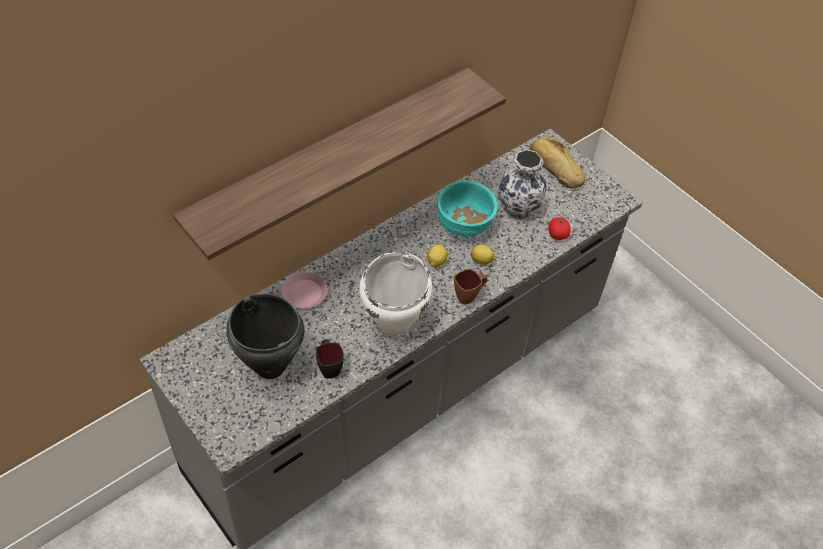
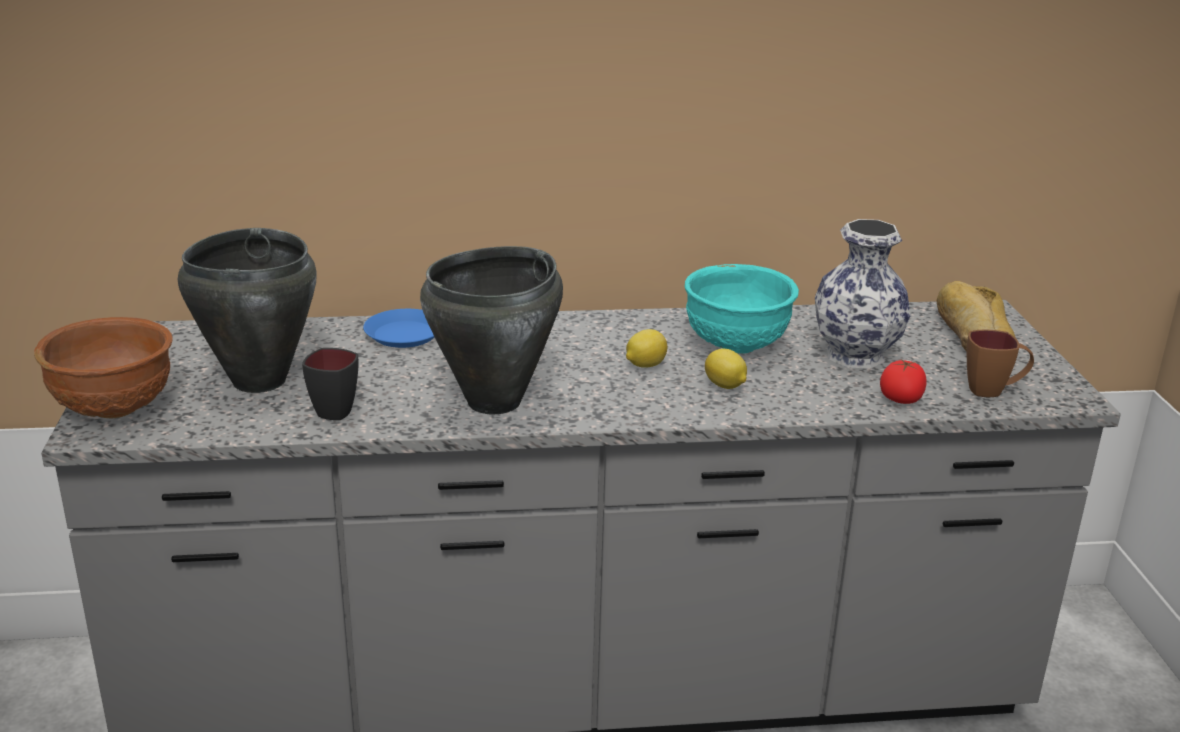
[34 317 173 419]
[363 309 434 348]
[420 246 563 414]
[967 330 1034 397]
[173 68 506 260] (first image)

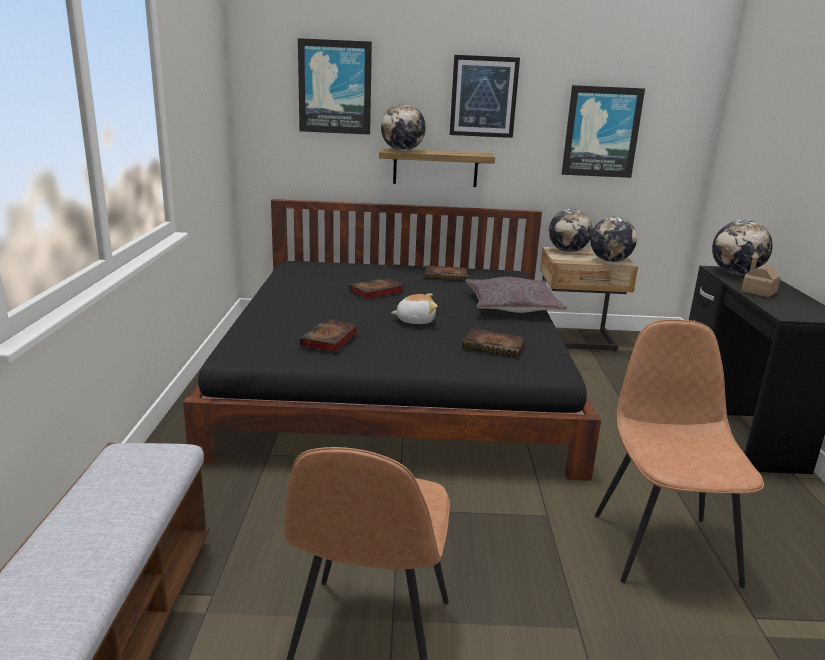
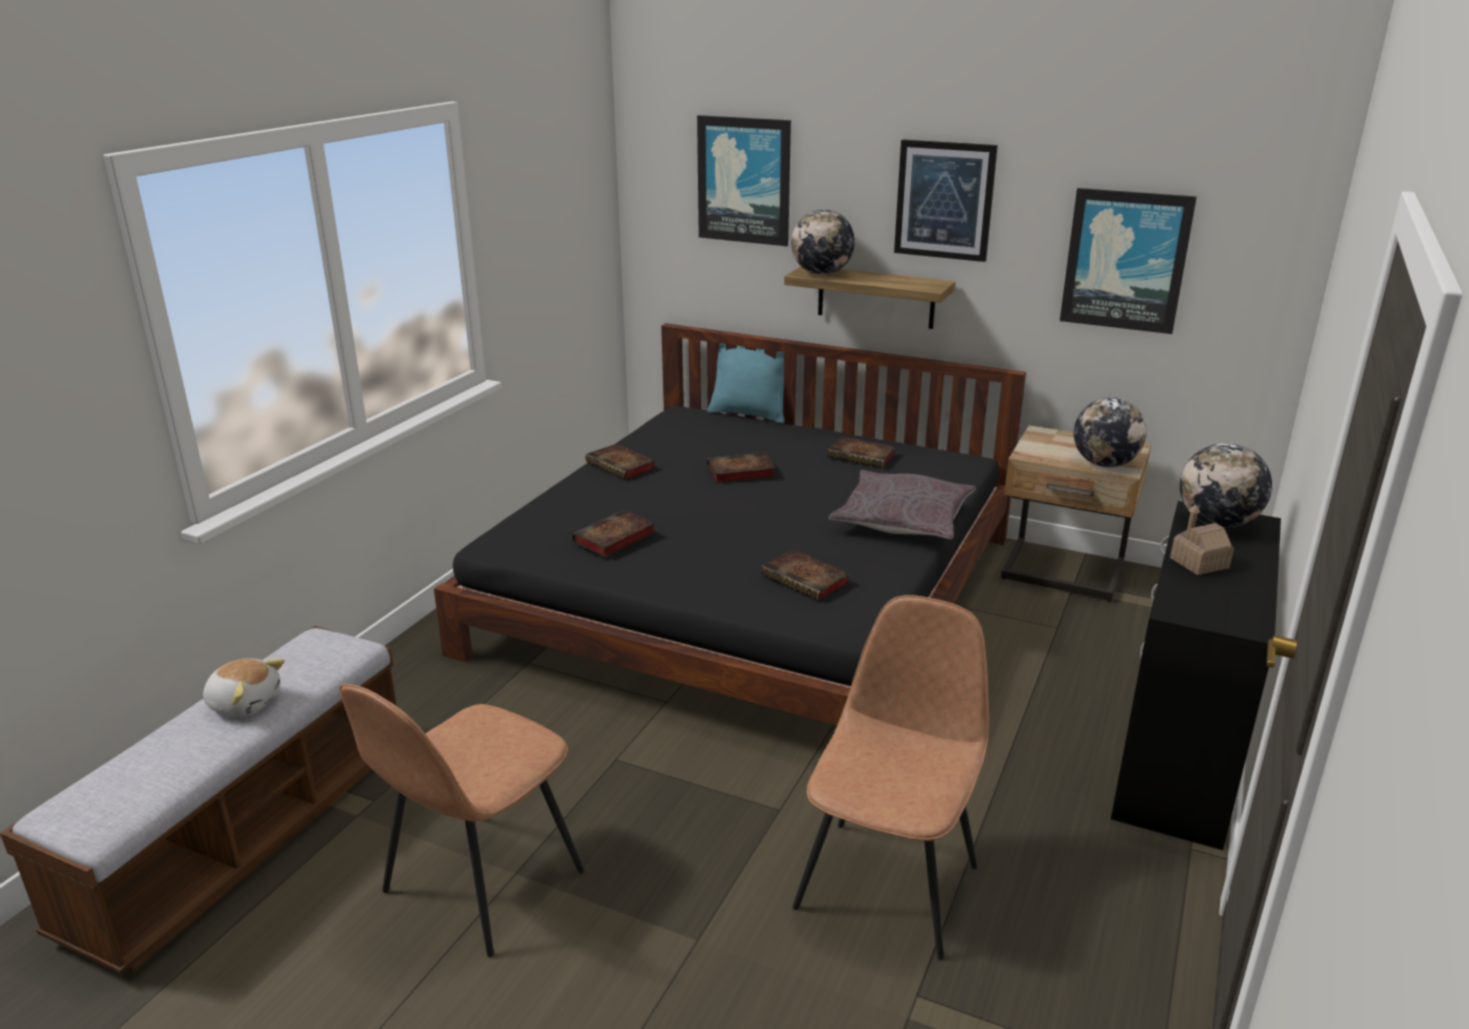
[203 658 285 717]
[586 444 656 480]
[708 343 785 424]
[549 209 593 252] (first image)

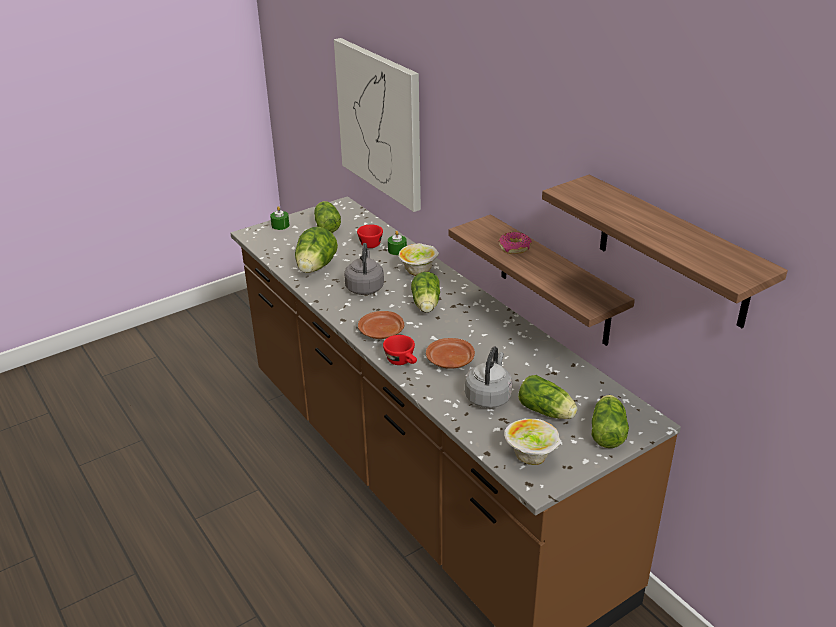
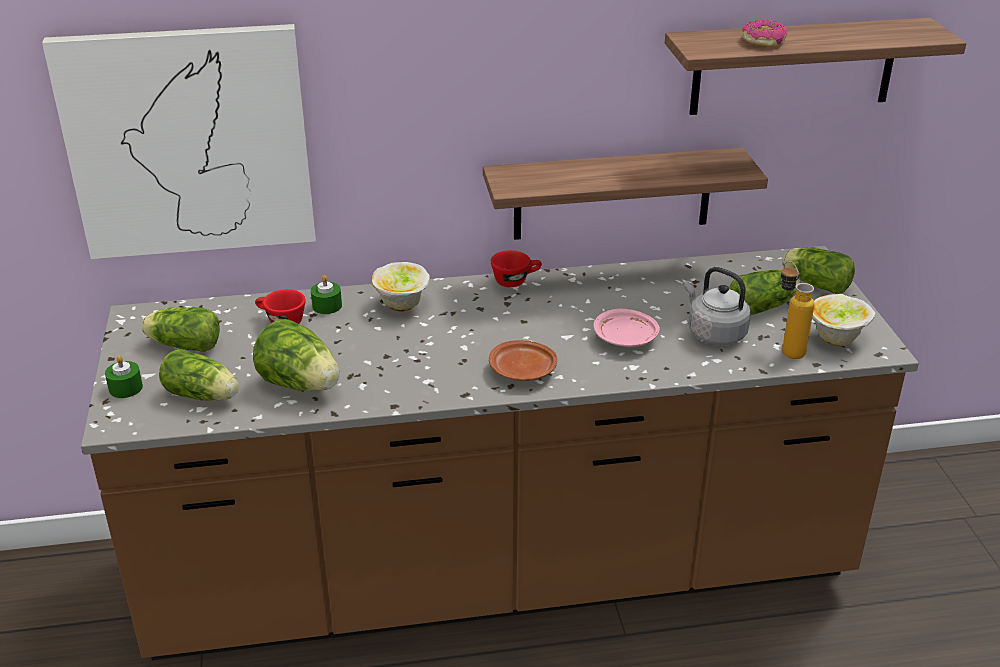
[159 349 239 401]
[491 250 542 287]
[593 309 660 347]
[742 20 787 48]
[781 261 815 359]
[344 243 384 295] (first image)

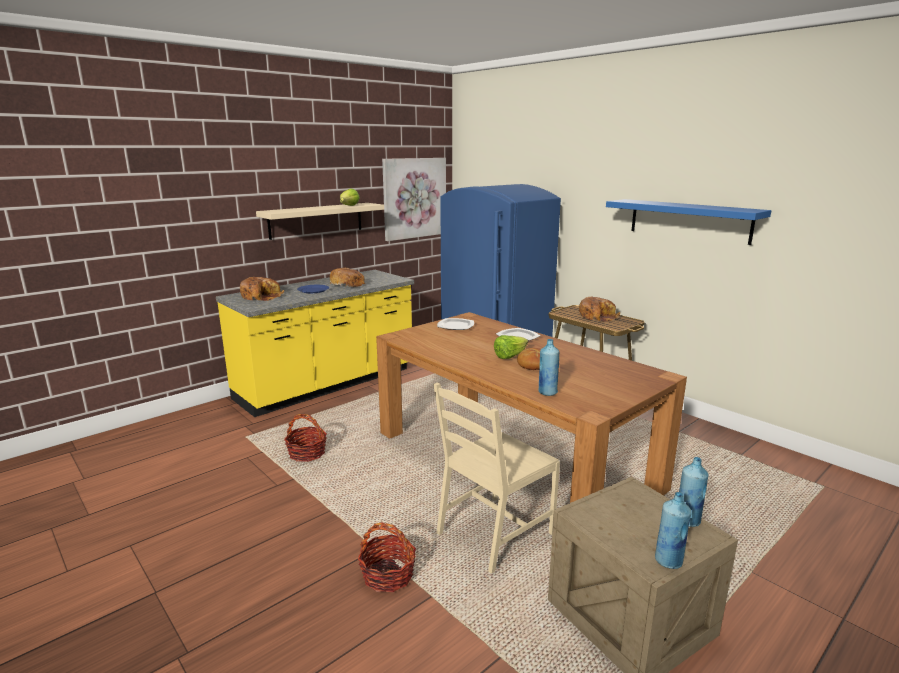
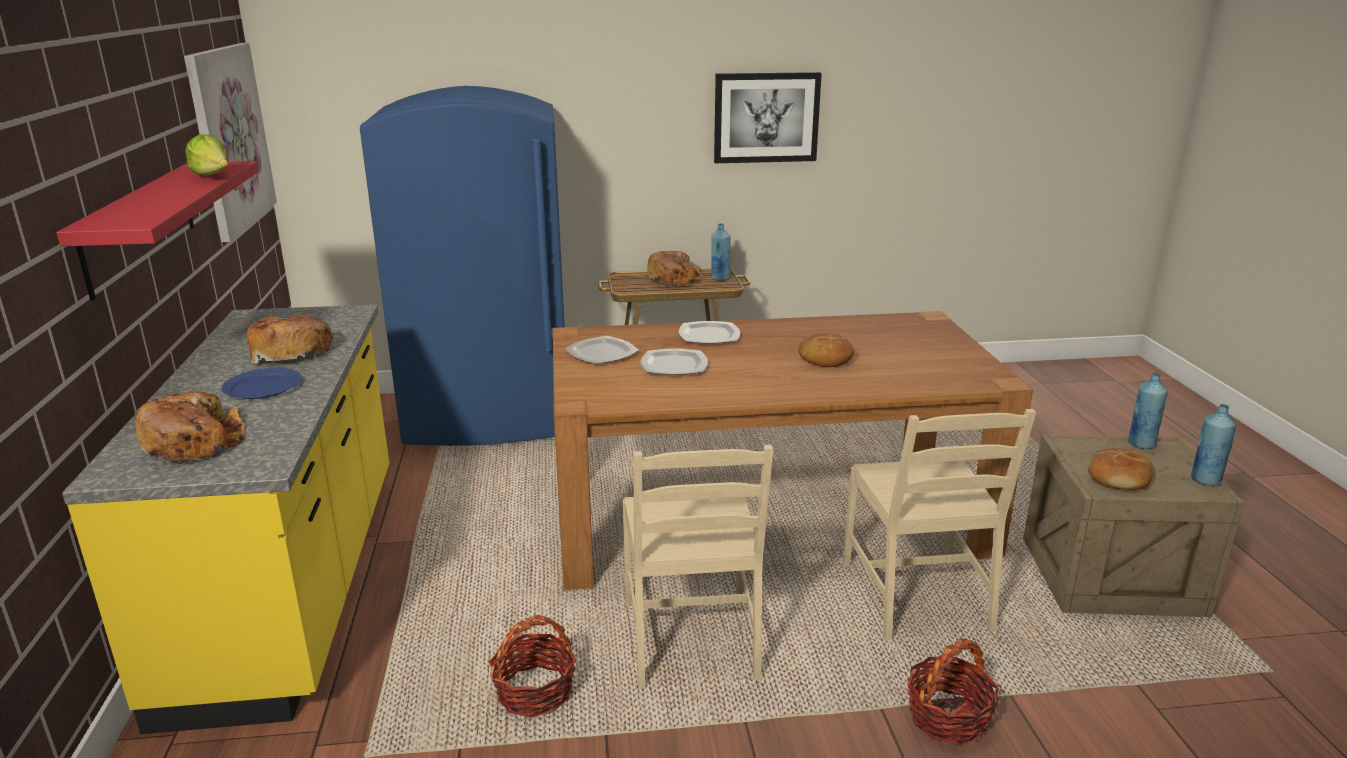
[56 161 258 301]
[623 445 773 689]
[641 348 708 375]
[711 223 730 281]
[714 72 822 163]
[1088 448 1154 490]
[494 335 528 359] (first image)

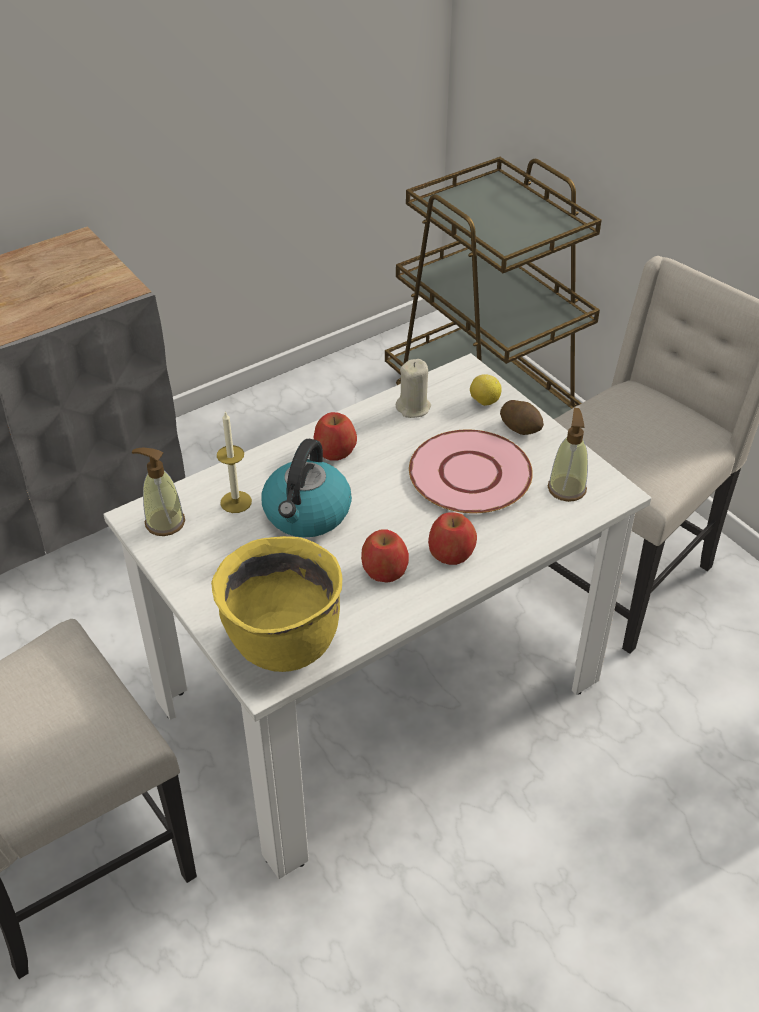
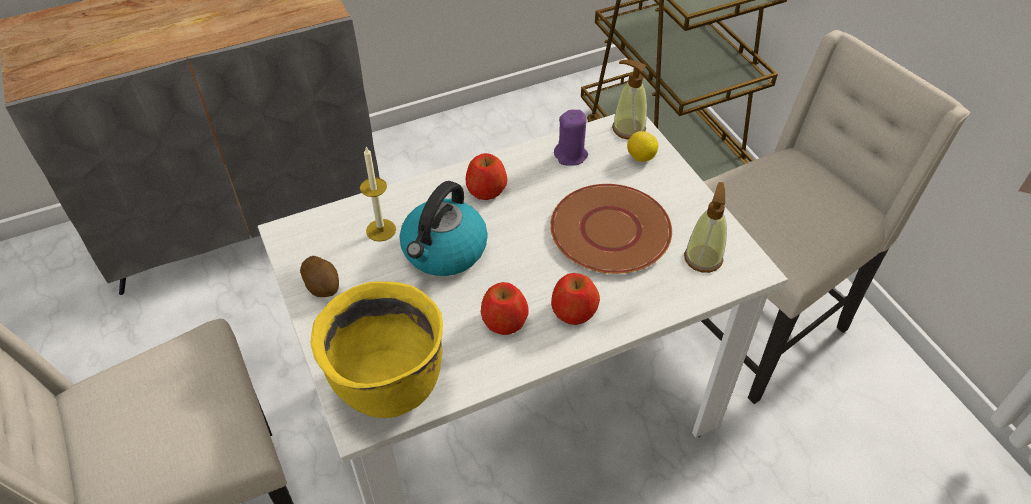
[300 256 339 297]
[550 184 672 274]
[554 109 588 166]
[612 60 647 140]

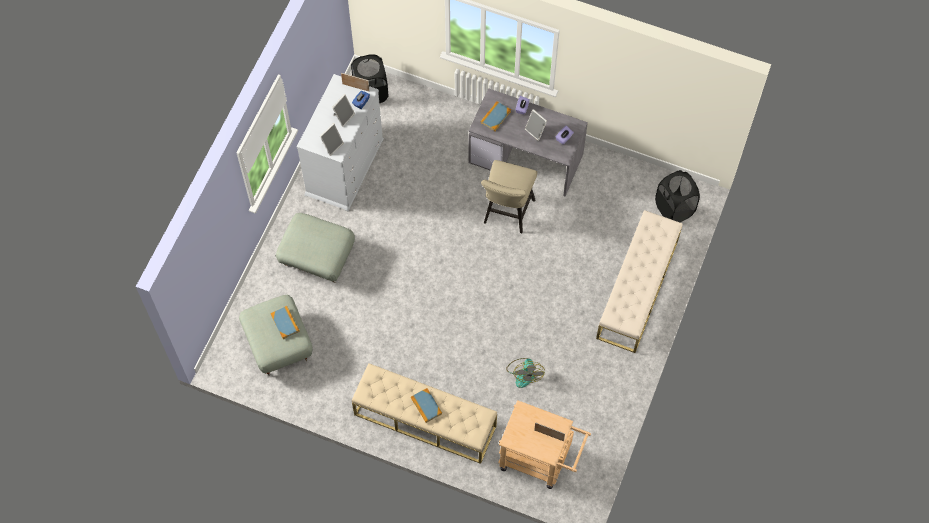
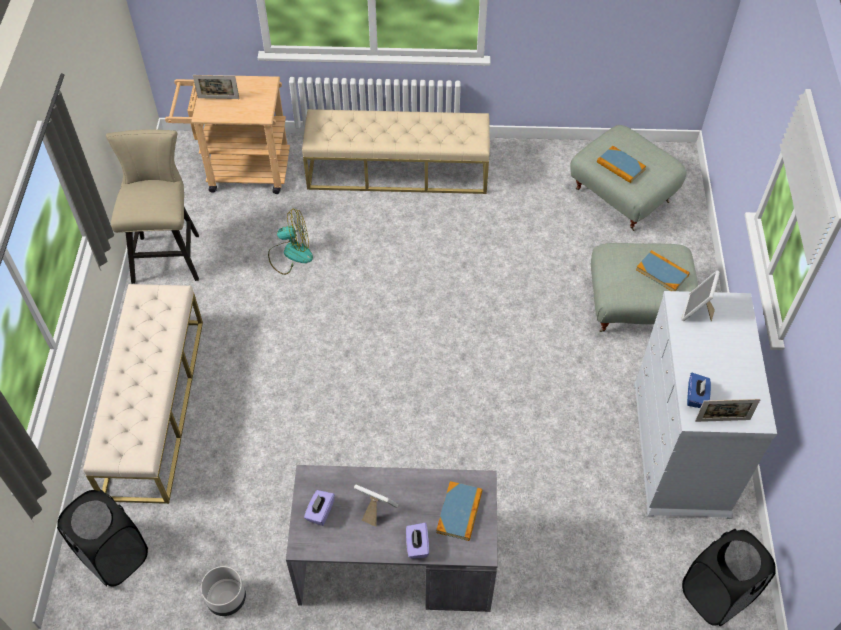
[106 129 199 284]
[201 566 246 616]
[268 209 313 275]
[636 250 690 291]
[332 94 355 127] (first image)

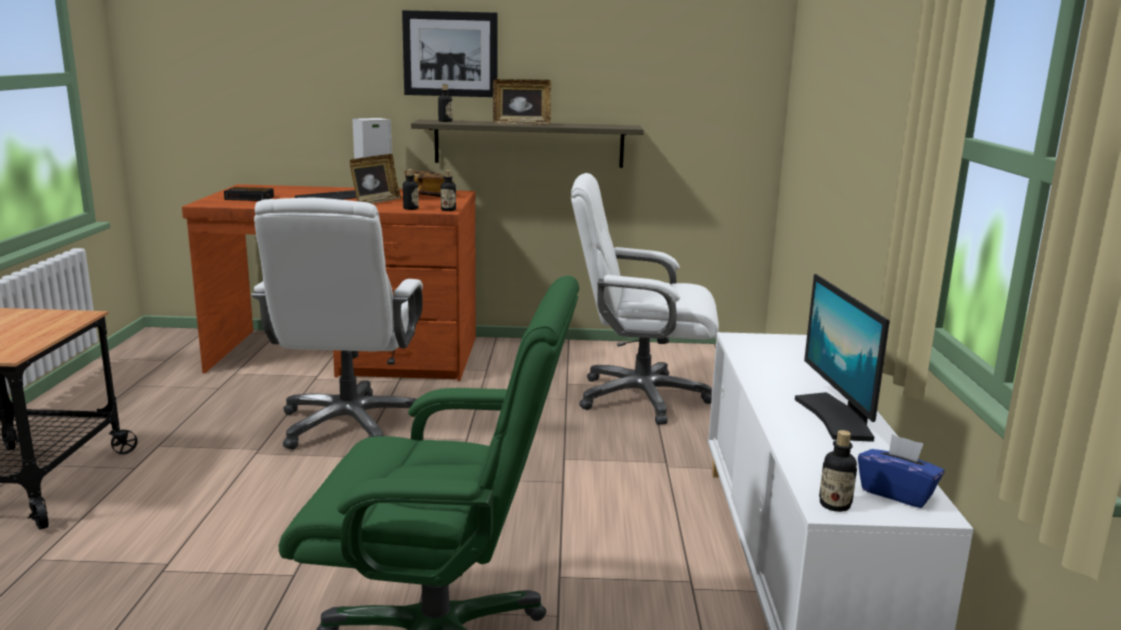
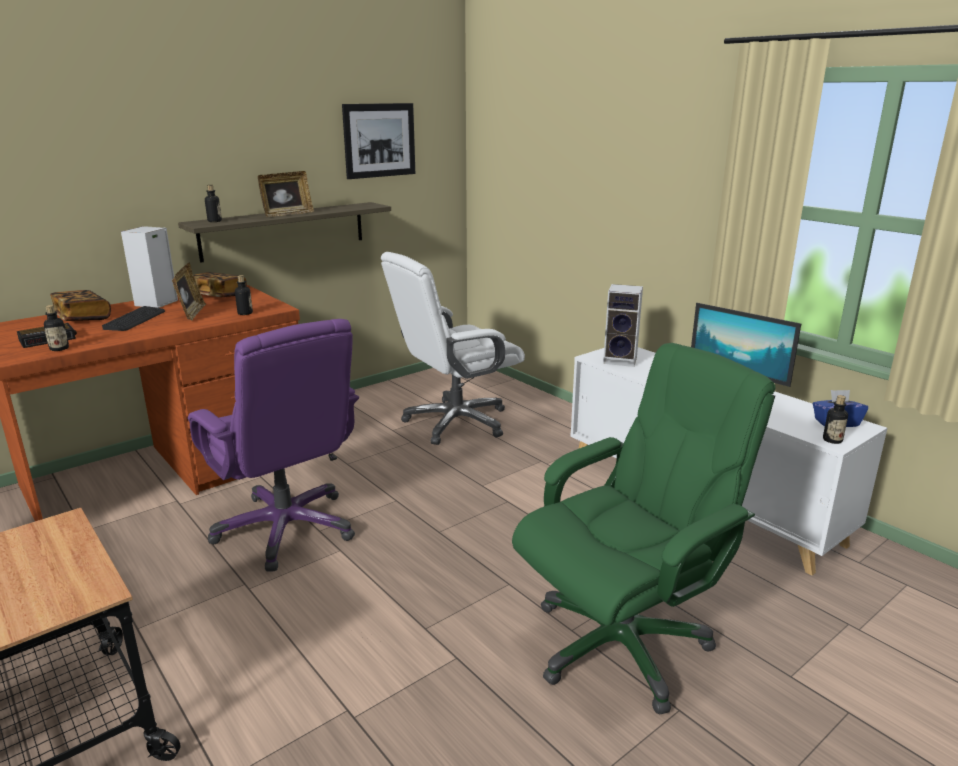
[44 305 69 351]
[50 290 111 321]
[188 319 359 572]
[342 103 415 179]
[603 284 643 367]

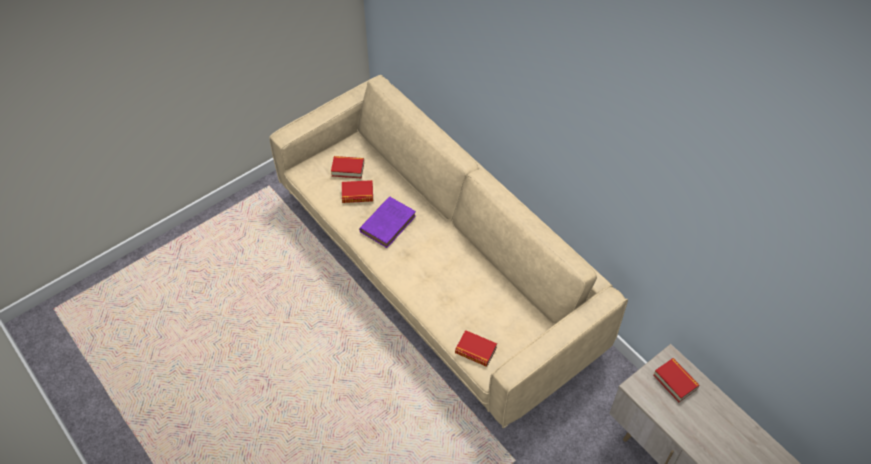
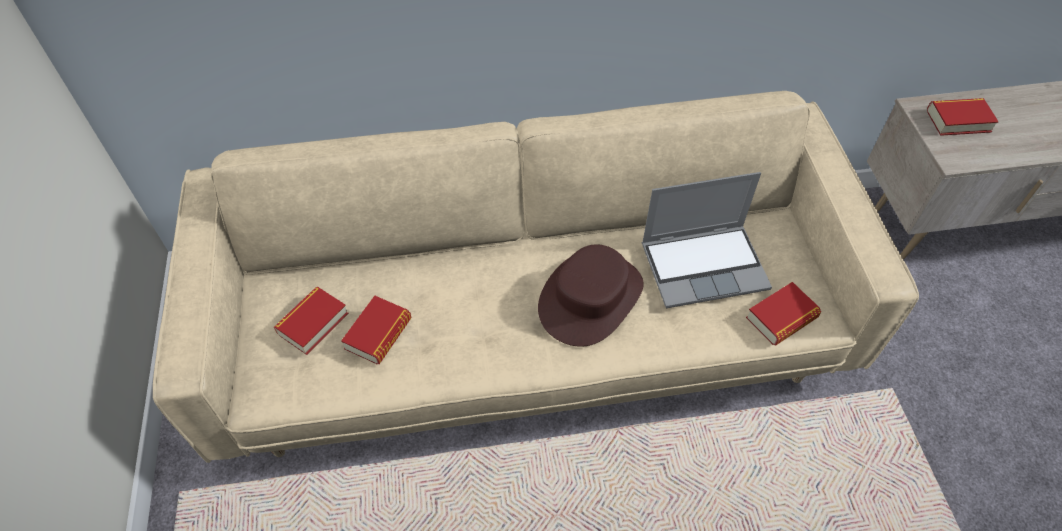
[538 244 644 347]
[642 172 772 308]
[359 196 416 248] (first image)

